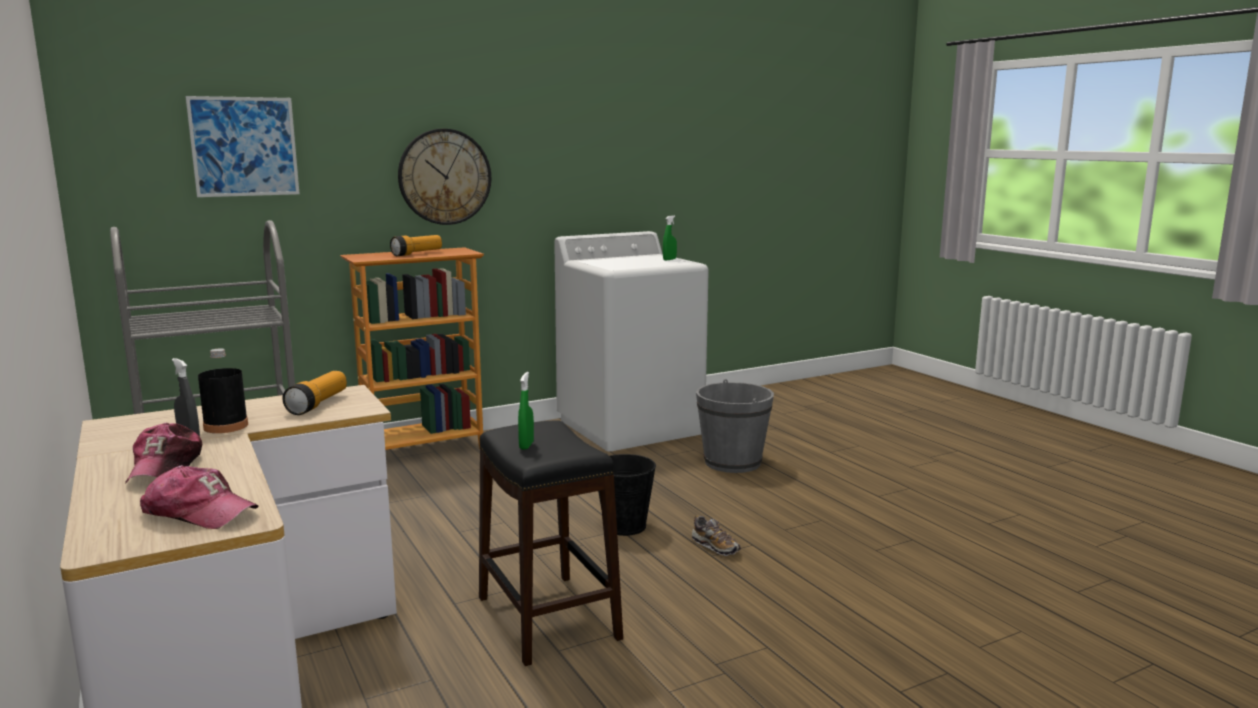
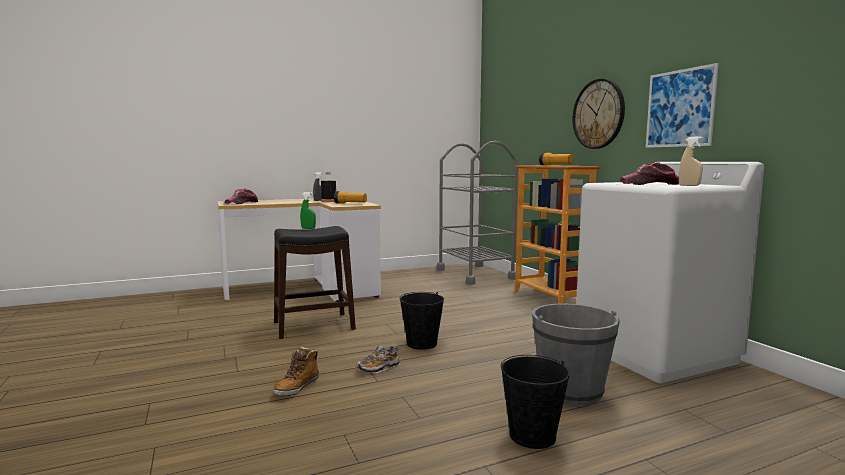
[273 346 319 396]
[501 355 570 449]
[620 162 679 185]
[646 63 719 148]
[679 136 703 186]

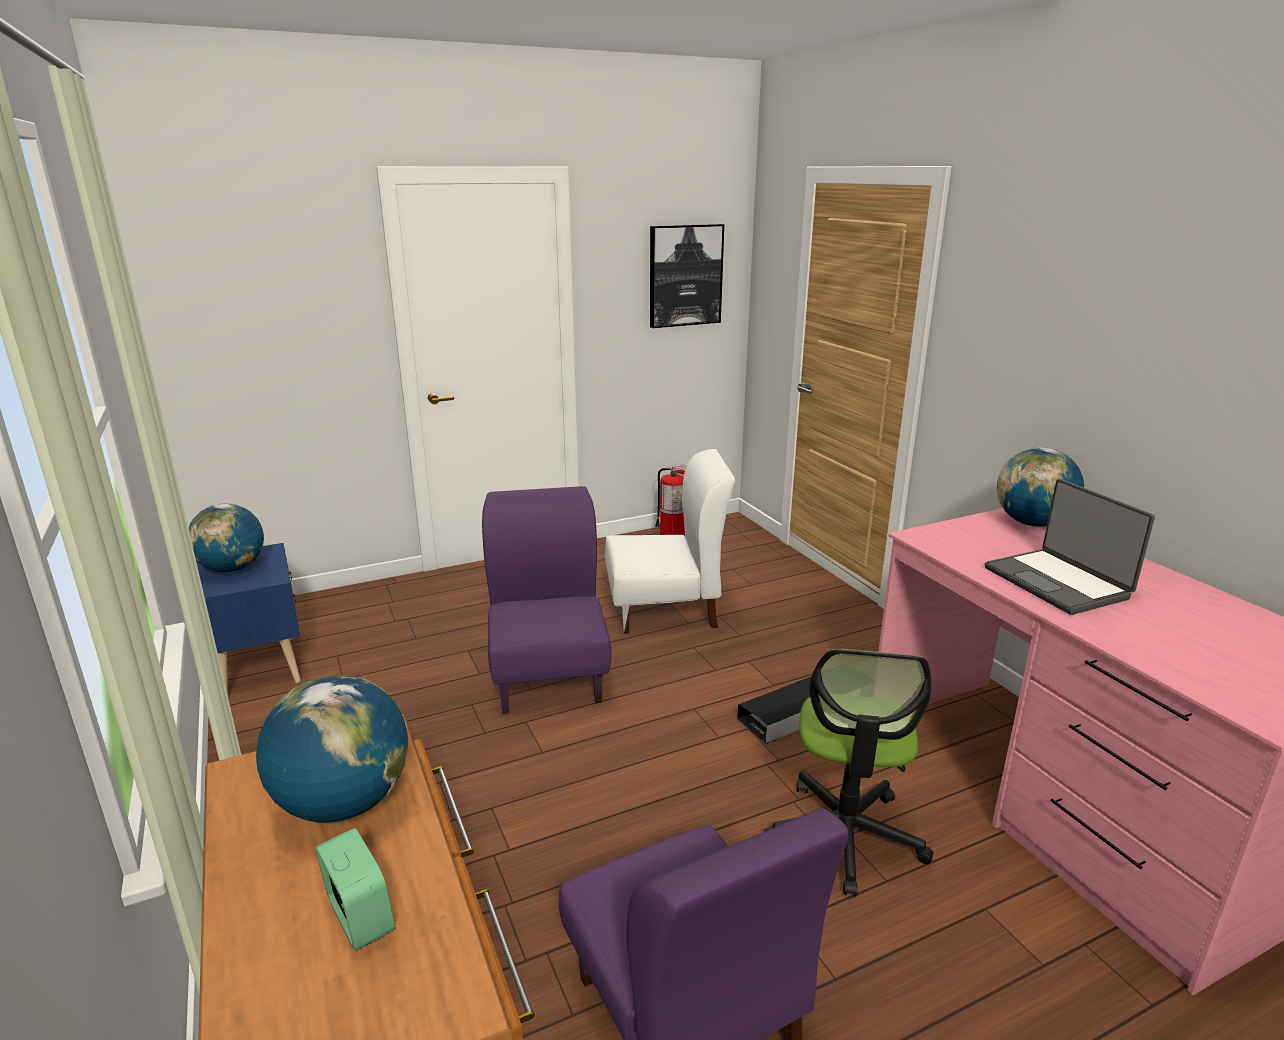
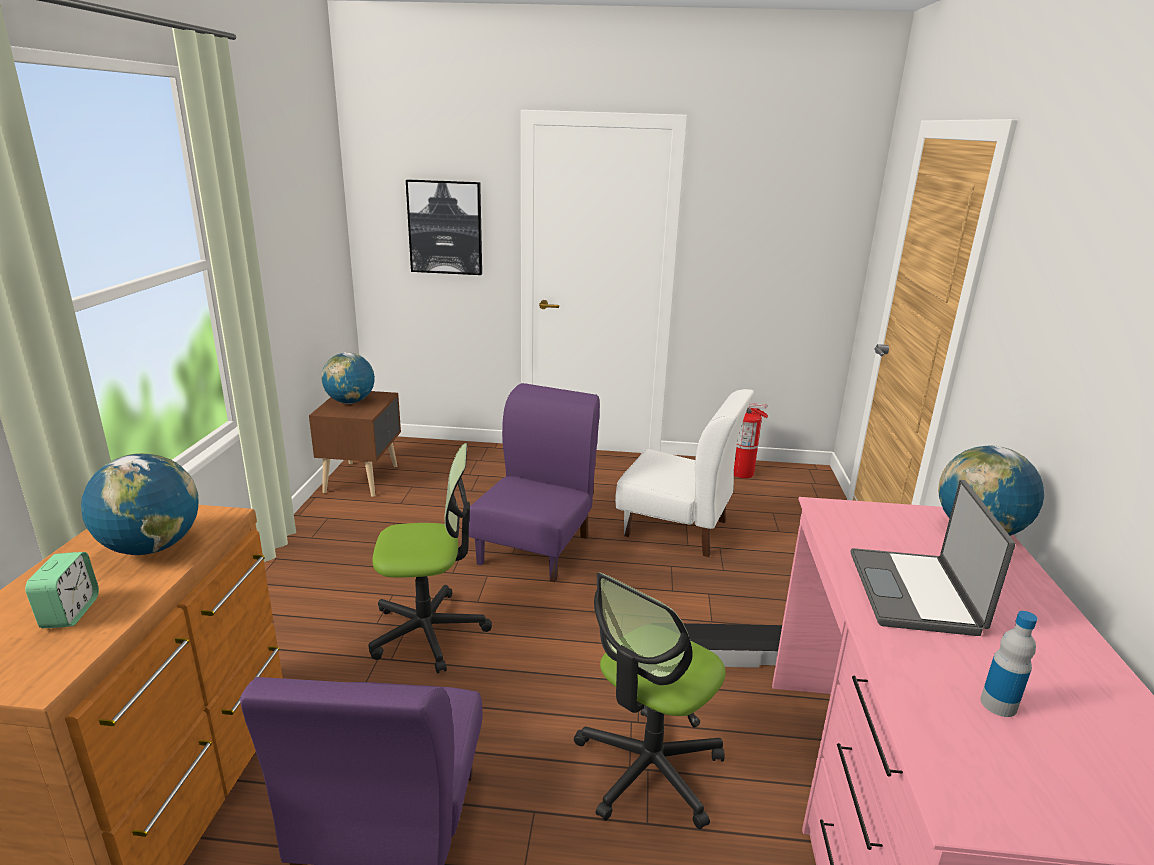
[309 391 401 497]
[368 443 492 673]
[406 179 482 275]
[980 611 1037 717]

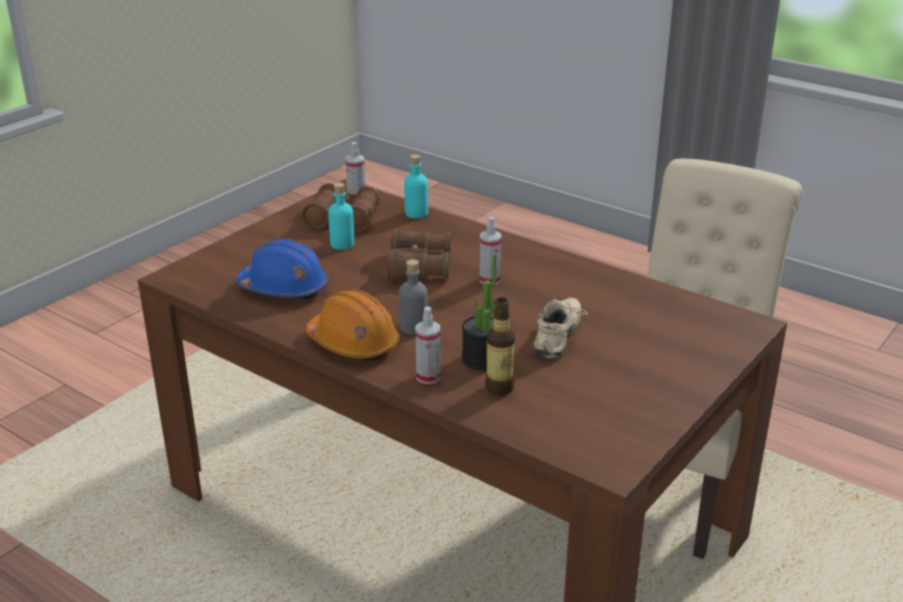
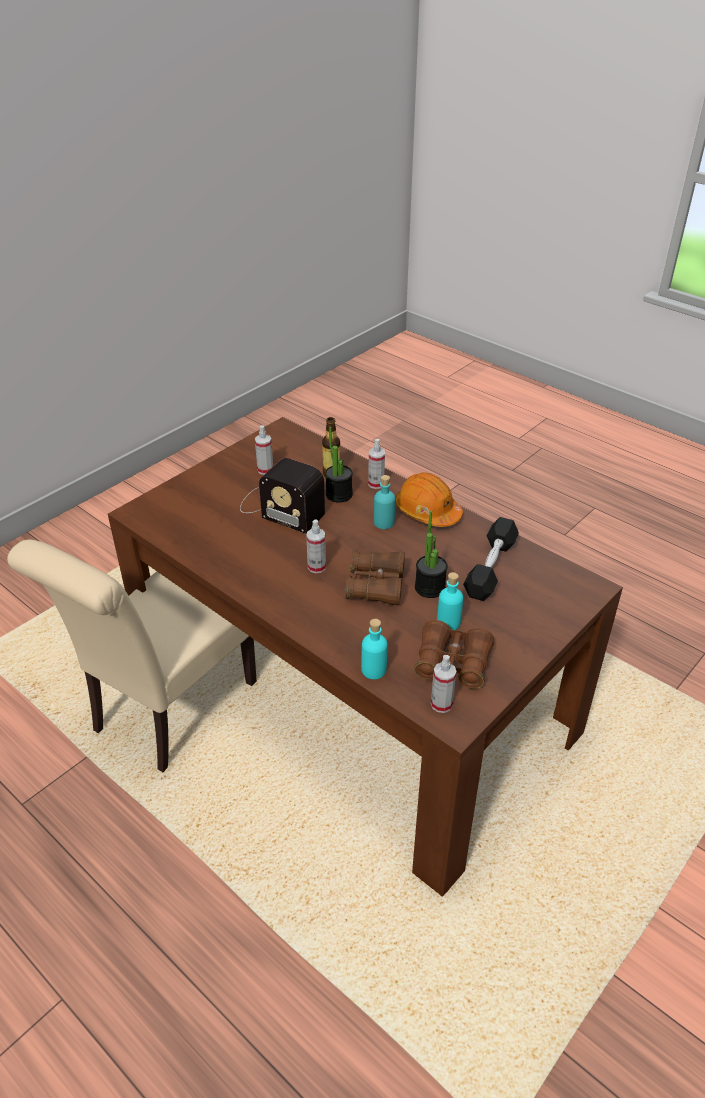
[240 458 325 534]
[255 425 273 475]
[374 475 395 529]
[415 511 448 598]
[463 517 519 601]

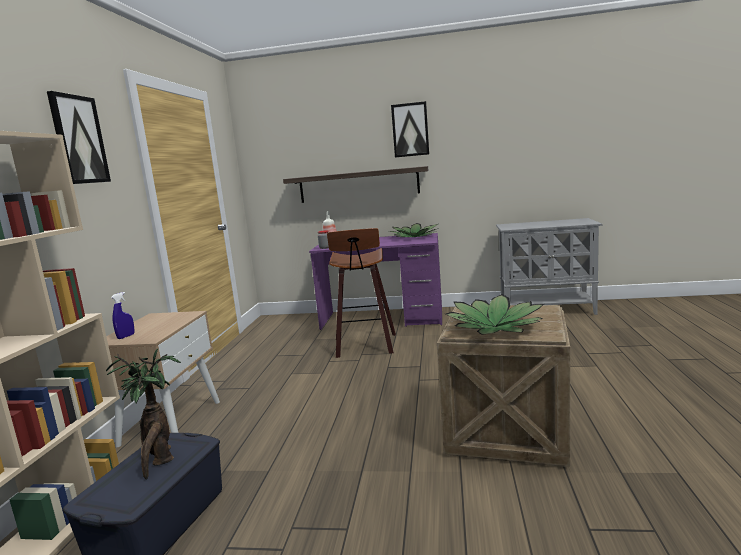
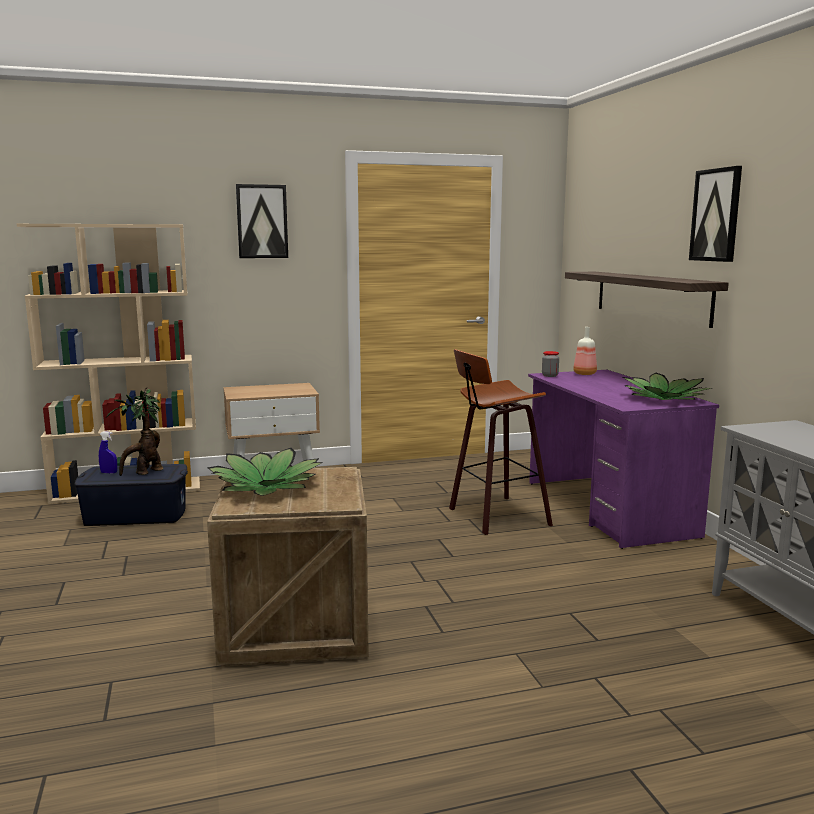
[99 432 117 474]

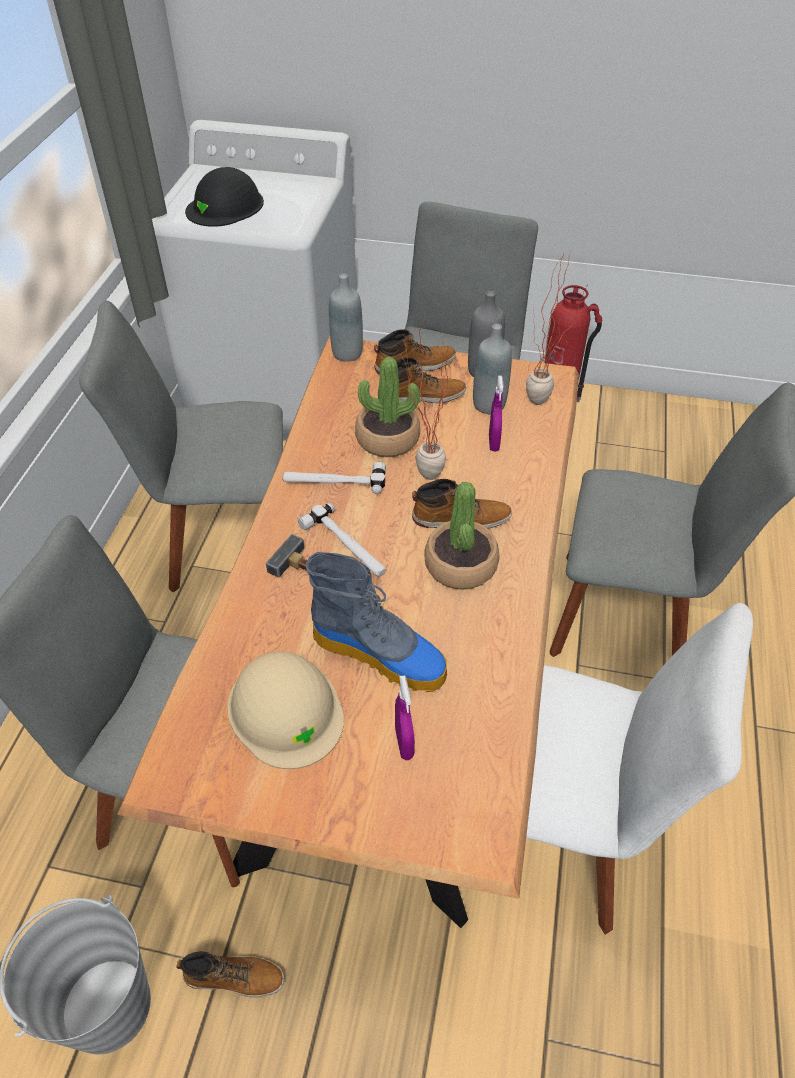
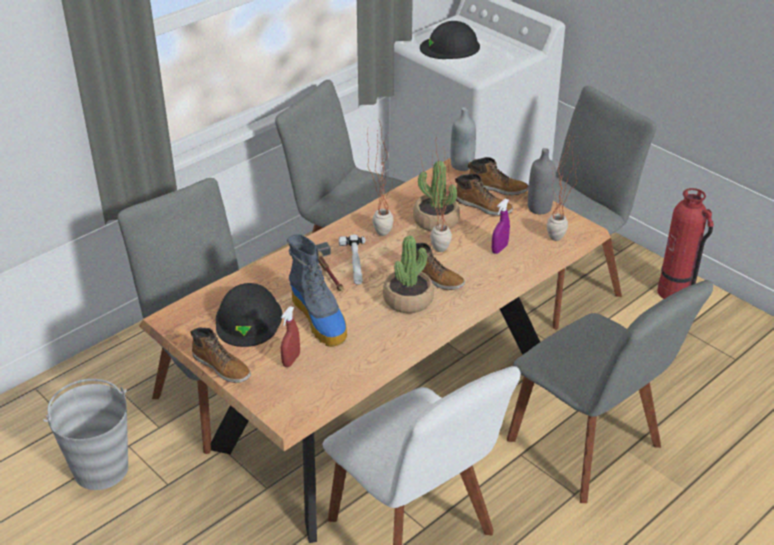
[190 328 251 383]
[216 283 283 347]
[281 306 300 367]
[367 118 394 236]
[473 324 512 415] (first image)

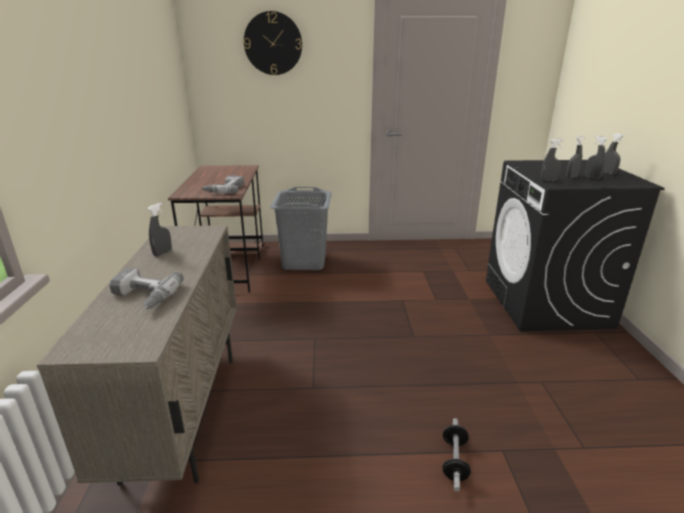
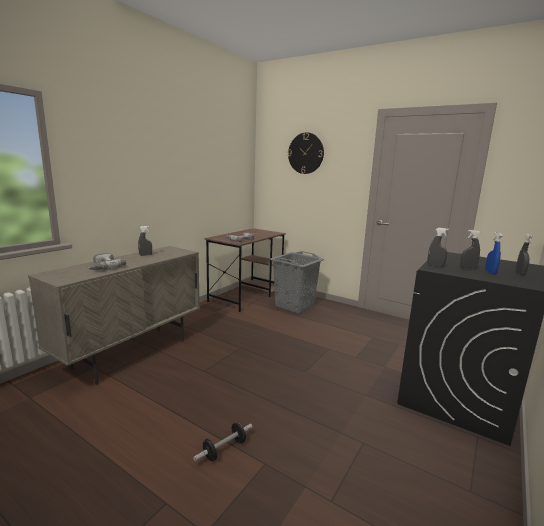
[485 232 502 274]

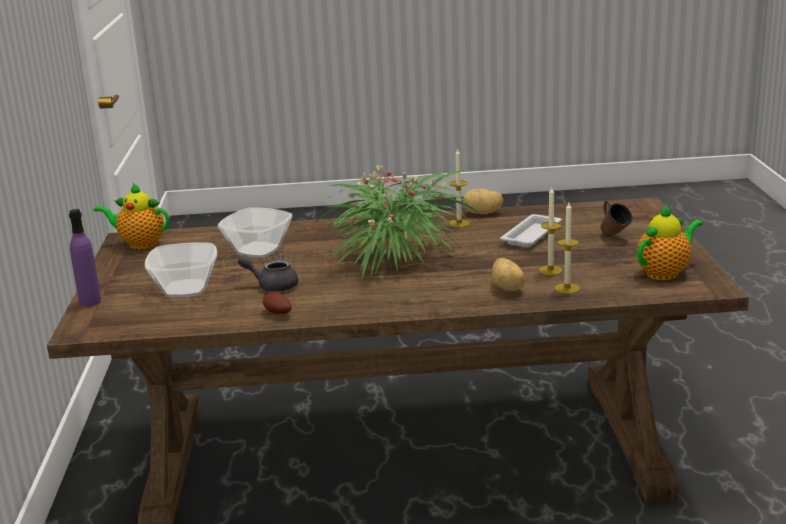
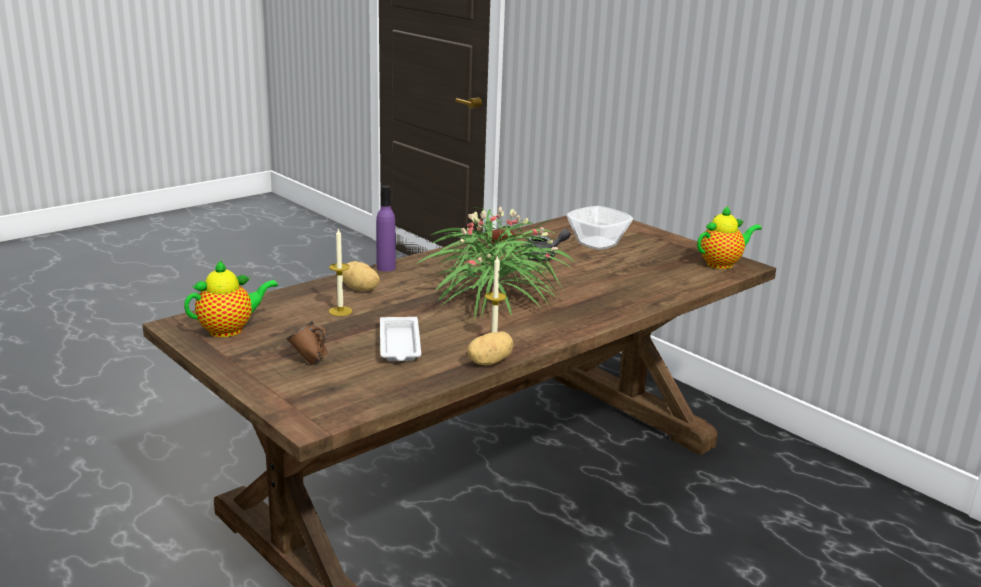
[184 260 278 337]
[376 185 396 272]
[218 207 292 258] (first image)
[555 203 580 294] (first image)

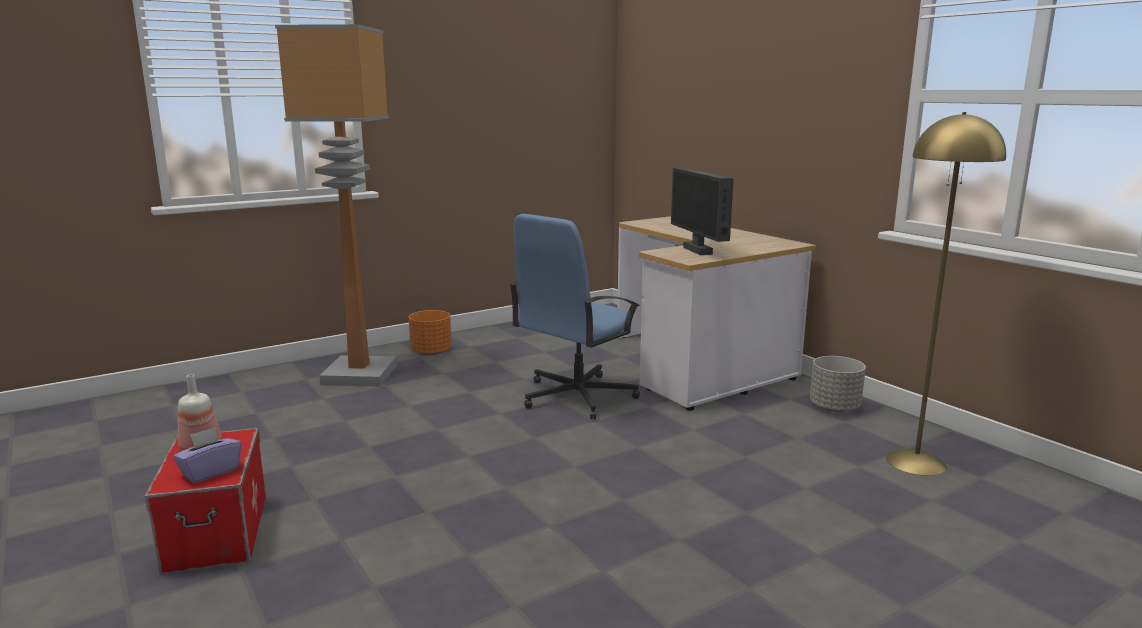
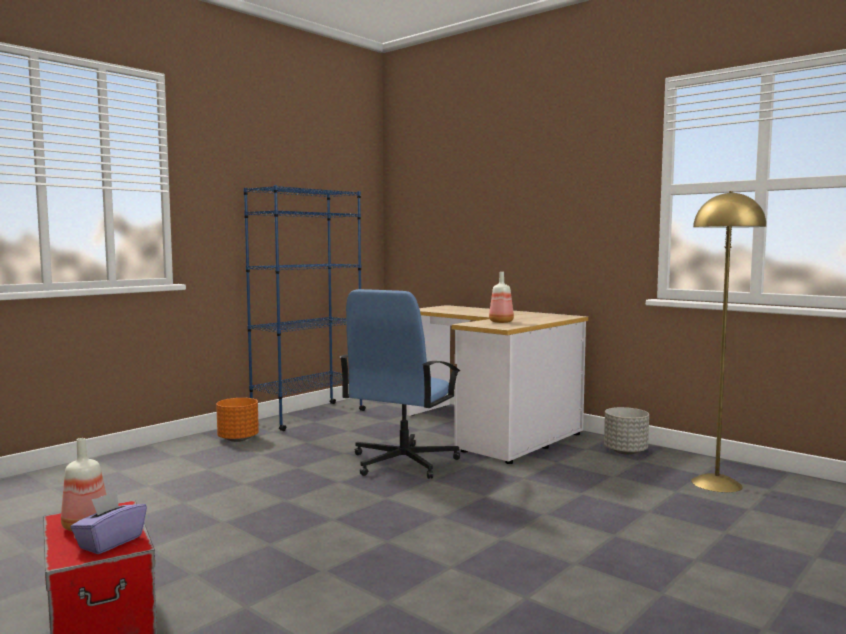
[244 185 366 431]
[489 272 514 323]
[275 24 397 387] (first image)

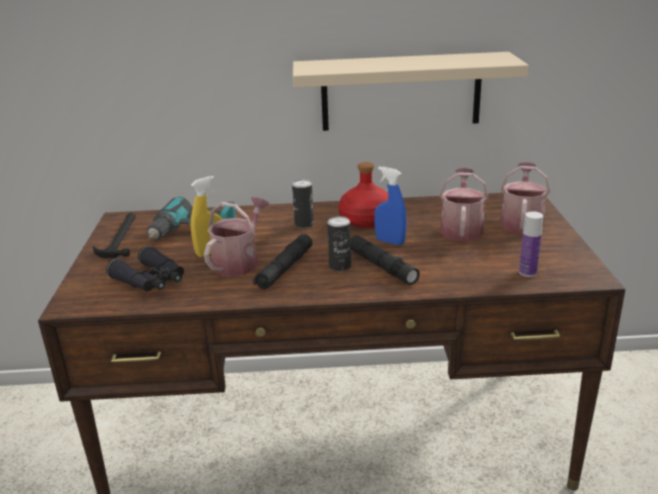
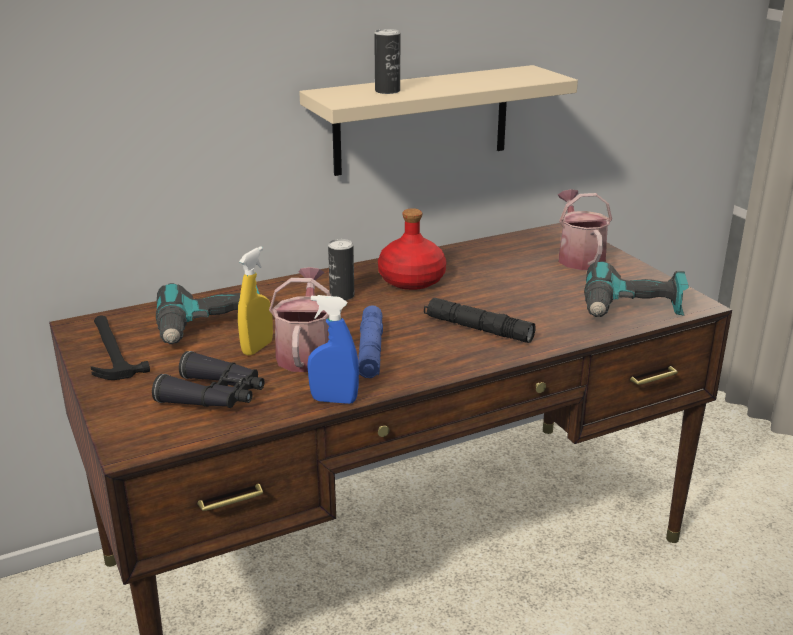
[307 295 359 404]
[358 305 383 378]
[374 29 400 94]
[584 261 689 317]
[439 168 489 241] (first image)

